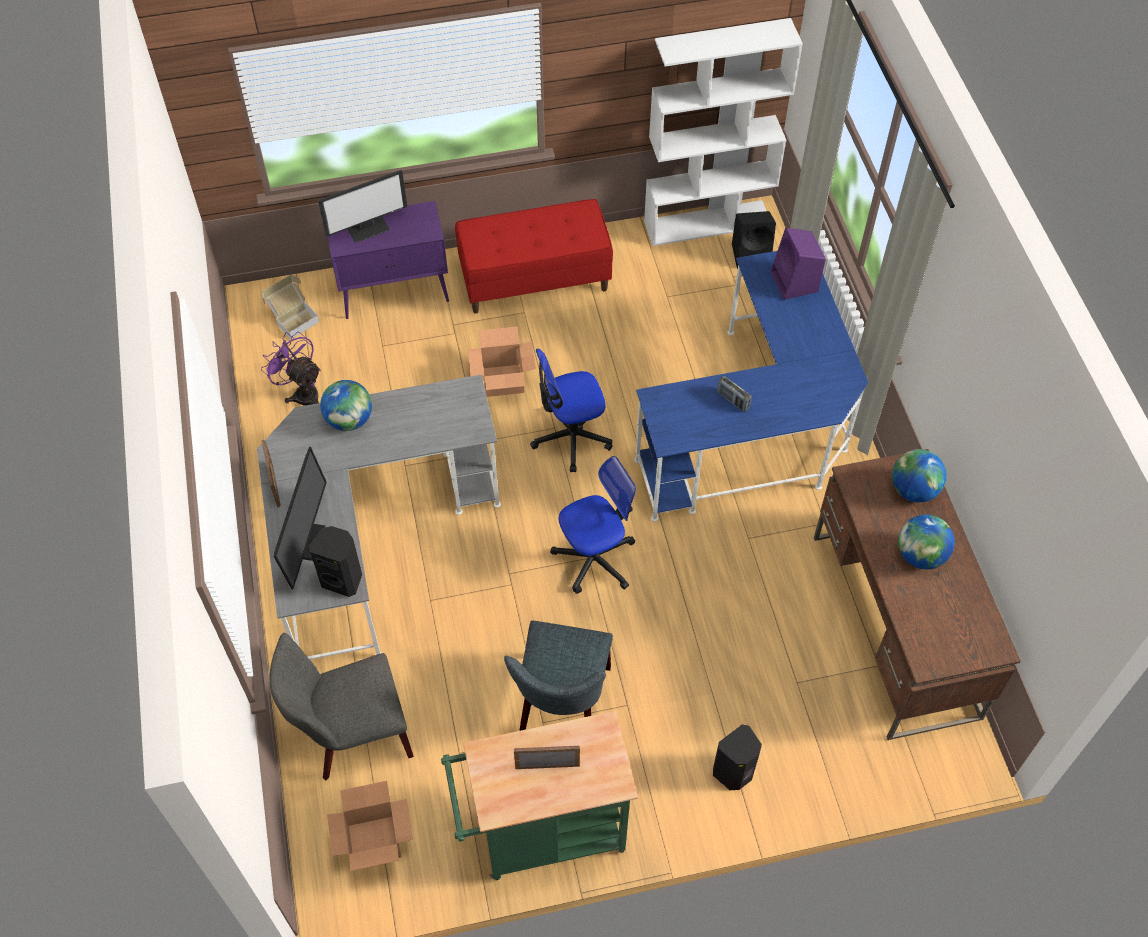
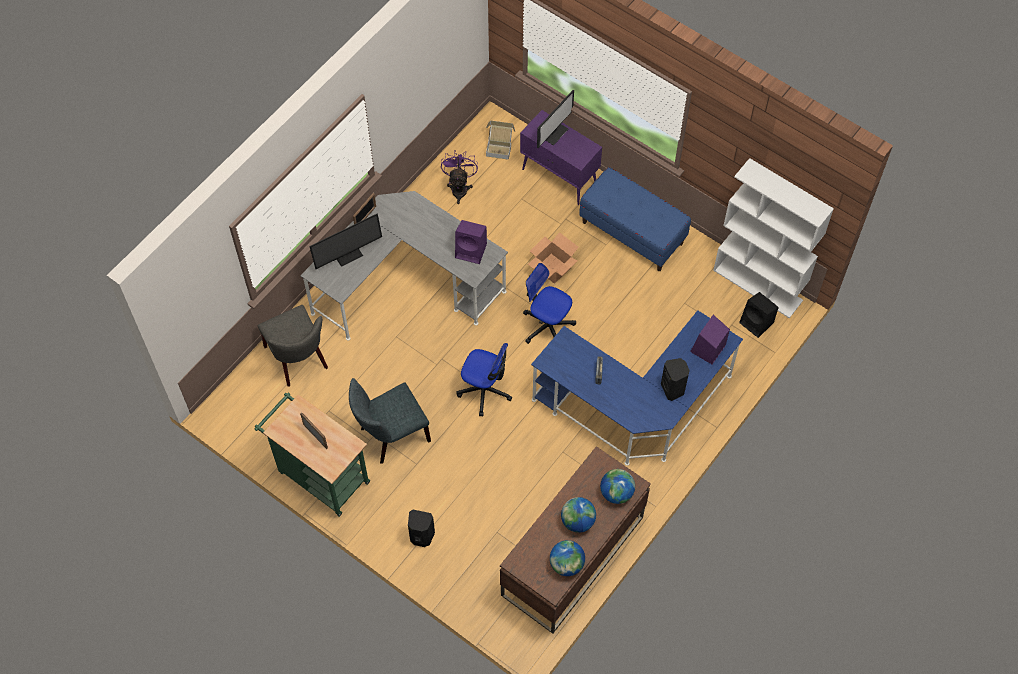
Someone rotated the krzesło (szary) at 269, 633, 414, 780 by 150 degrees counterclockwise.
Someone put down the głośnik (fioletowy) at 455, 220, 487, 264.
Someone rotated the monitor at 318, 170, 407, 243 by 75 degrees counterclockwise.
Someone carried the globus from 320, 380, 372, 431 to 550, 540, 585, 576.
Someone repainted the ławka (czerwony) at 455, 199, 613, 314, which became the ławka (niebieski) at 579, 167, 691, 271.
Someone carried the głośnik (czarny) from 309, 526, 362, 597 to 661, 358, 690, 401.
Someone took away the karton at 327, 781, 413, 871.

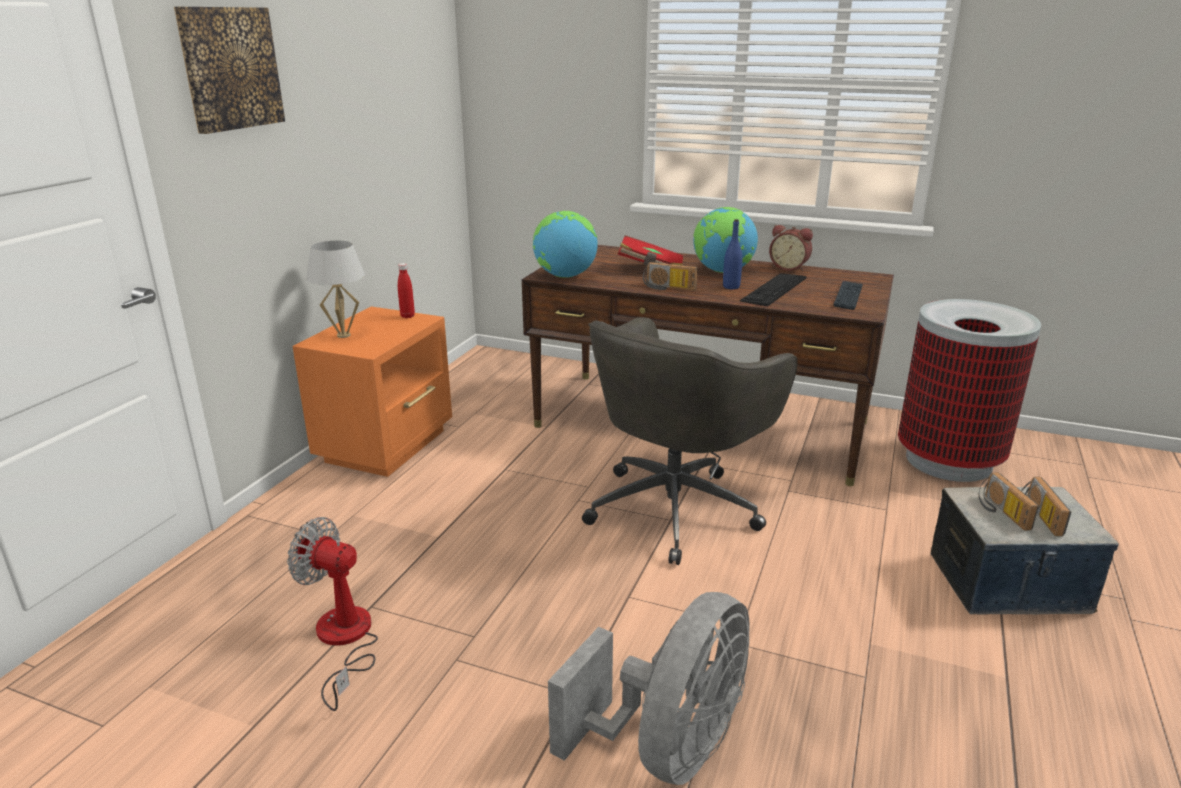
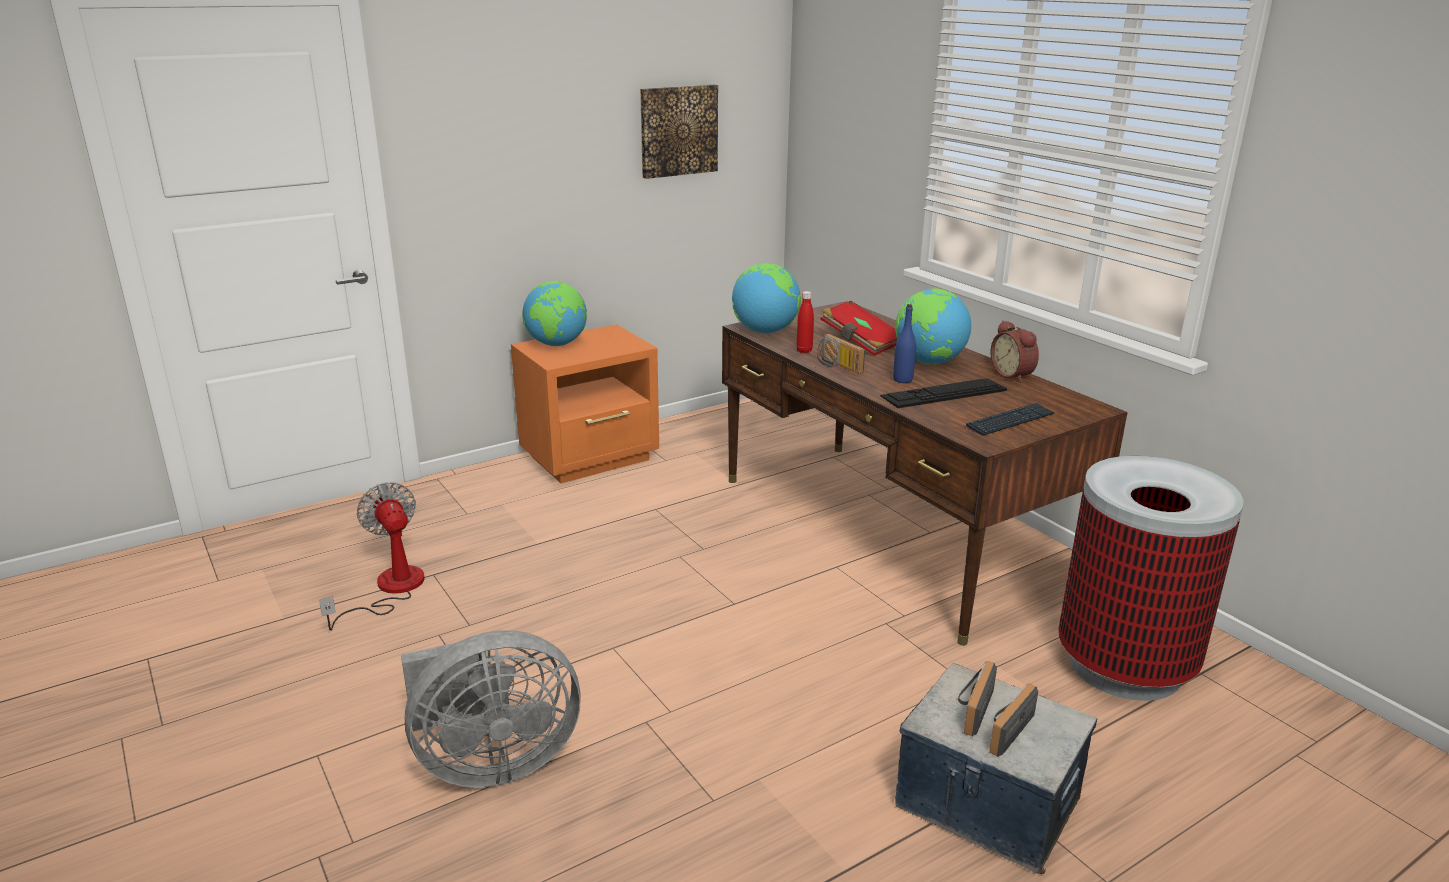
Someone swapped the lampa stołowa (biały) at 306, 241, 365, 338 for the globus at 522, 281, 587, 346.
Someone carried the obraz from 174, 7, 285, 134 to 640, 85, 718, 179.
Someone carried the butelka (czerwony) from 398, 263, 415, 318 to 796, 291, 814, 353.
Someone took away the krzesło biurowe (szary) at 582, 317, 798, 565.

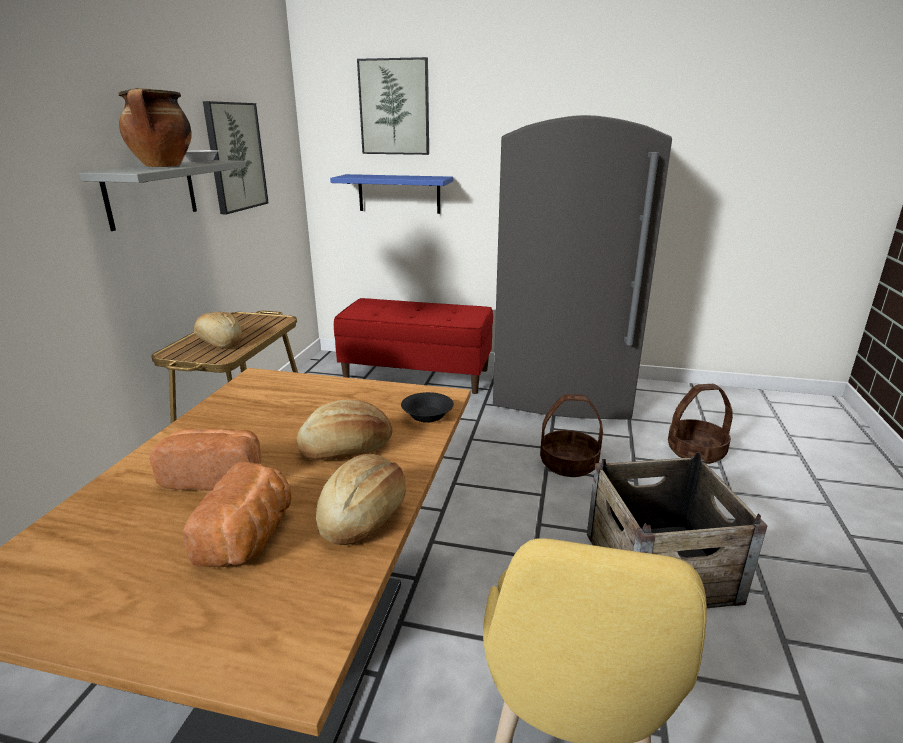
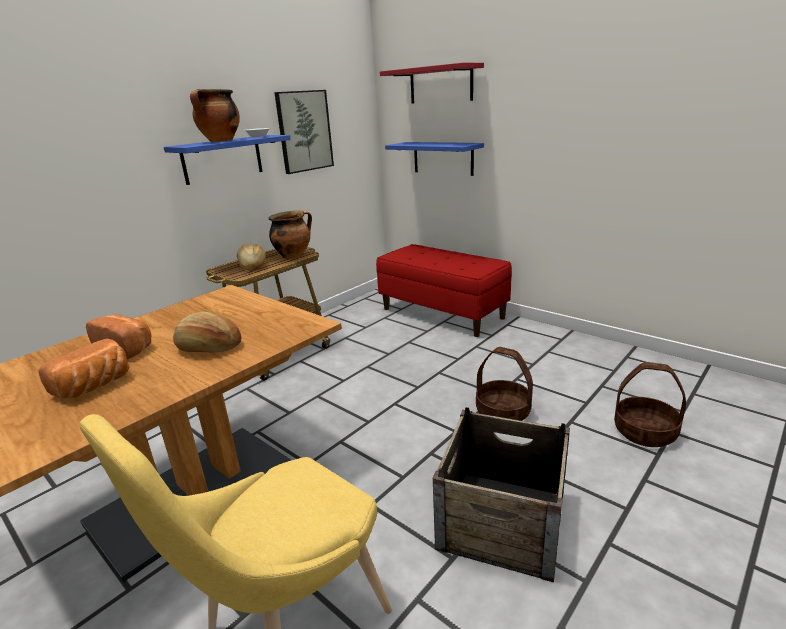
Someone repainted the półka (szary) at 79, 160, 246, 231, which became the półka (niebieski) at 164, 135, 291, 185.
Someone put down the garnek at 269, 210, 312, 259.
Someone swapped the obraz at 357, 57, 429, 155 for the półka (czerwony) at 380, 63, 484, 104.
Someone took away the chleb at 316, 454, 406, 545.
Someone took away the miska (czarny) at 401, 392, 454, 423.
Someone took away the lodówka (szary) at 493, 115, 672, 420.

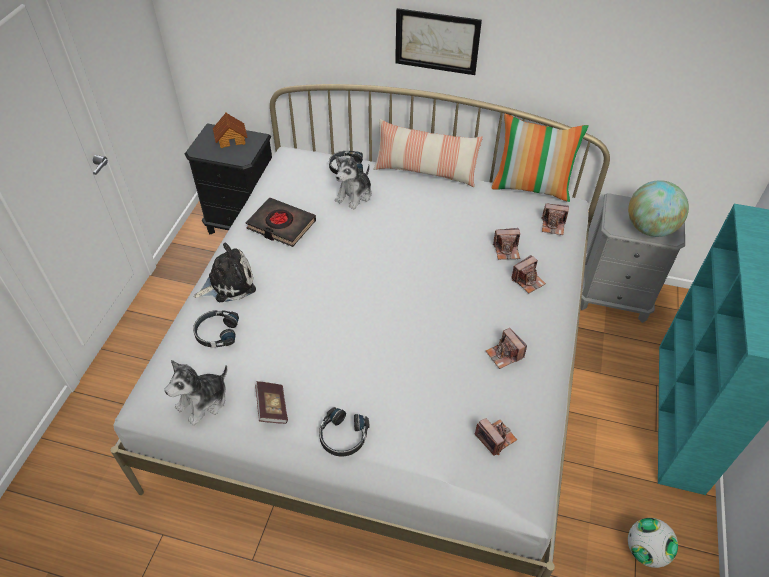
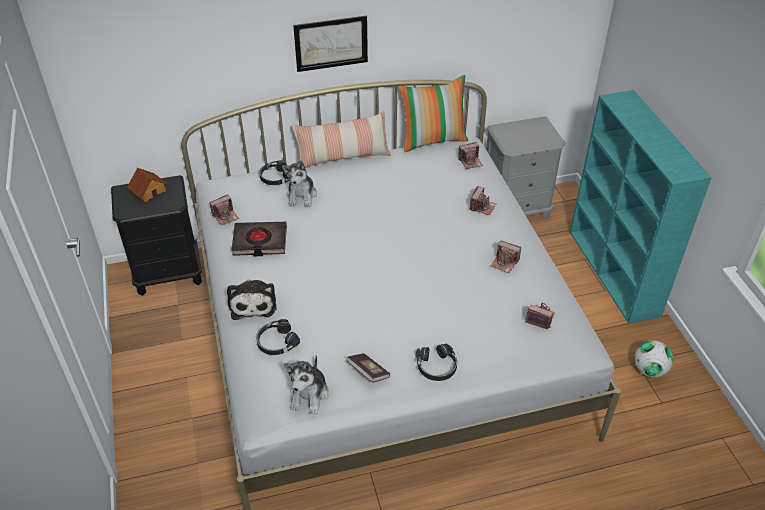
Someone carried the aparat fotograficzny from 493, 228, 520, 260 to 209, 194, 239, 226.
Someone rotated the pluszak at 194, 243, 256, 302 by 135 degrees clockwise.
Someone took away the globus at 628, 180, 689, 237.

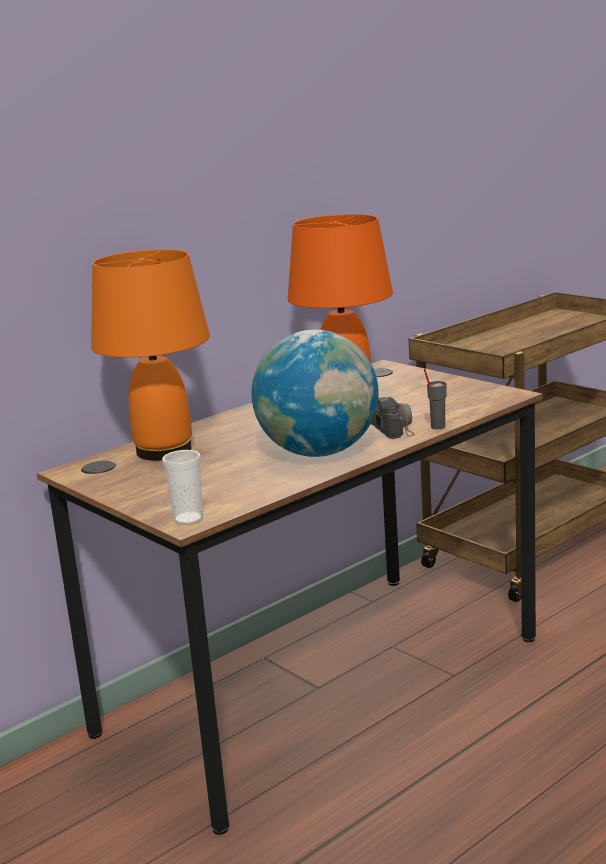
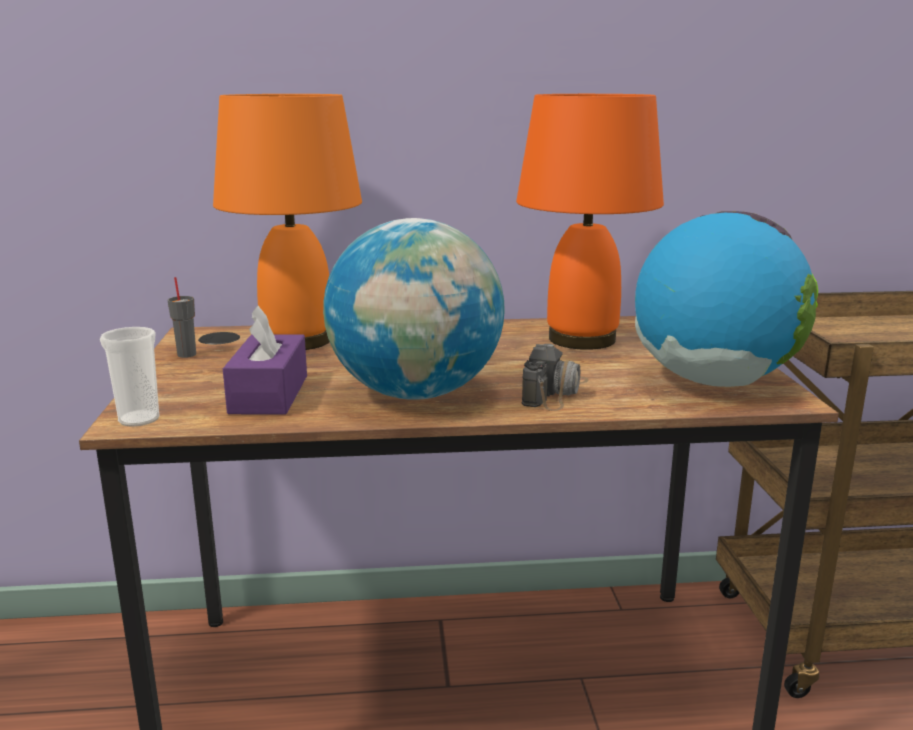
Someone carried the filiżanka (szary) from 424, 369, 447, 429 to 167, 277, 196, 358.
Someone put down the pudełko chusteczek (fioletowy) at 223, 306, 307, 415.
Someone put down the globus at 635, 211, 818, 387.

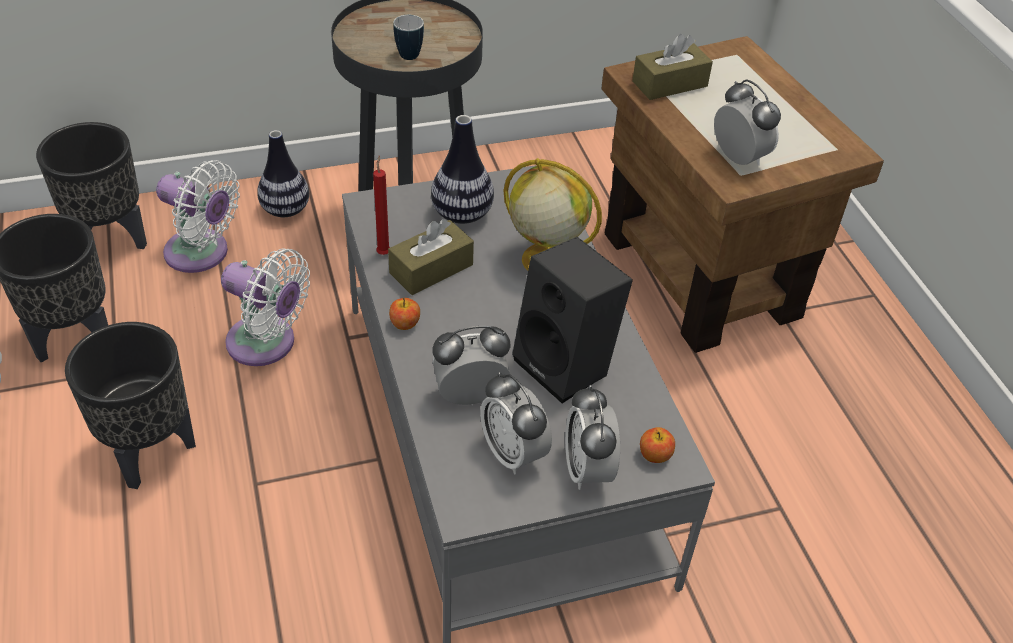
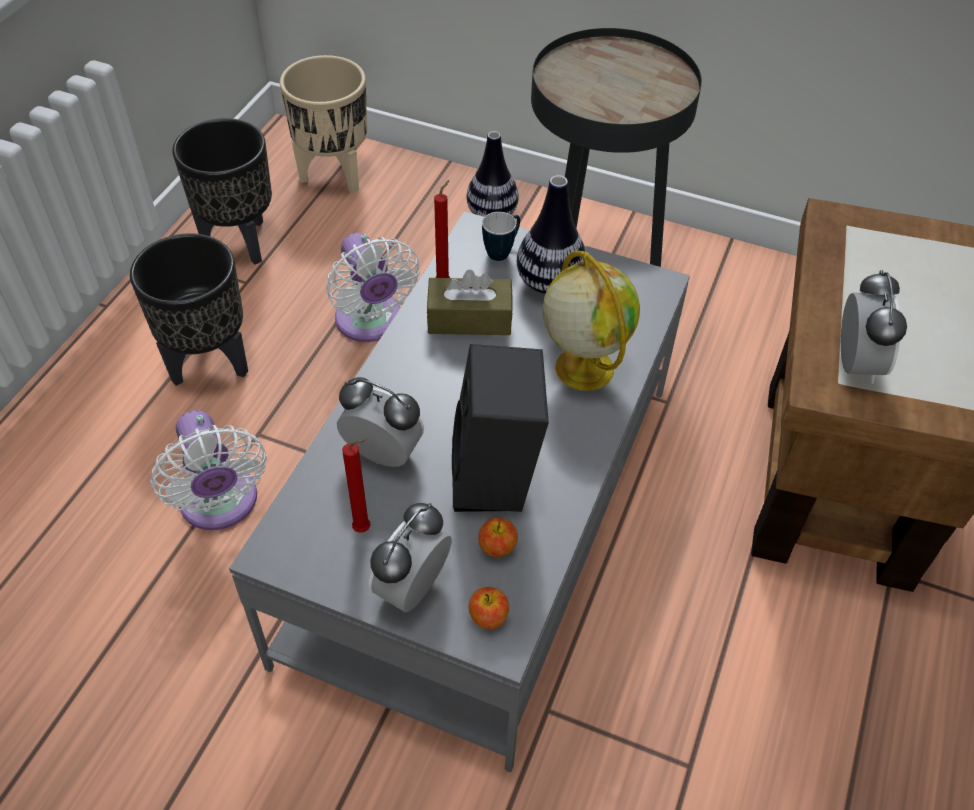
Someone carried the wentylator (biały) from 156, 160, 240, 273 to 150, 410, 267, 530.
Someone repainted the donica (czarny) at 36, 122, 147, 249, which became the donica (beżowy) at 280, 55, 367, 193.
Someone swapped the budzik at 480, 372, 552, 475 for the świeca (czerwony) at 342, 439, 371, 533.
Someone carried the jabłko from 389, 298, 420, 330 to 478, 518, 518, 557.
Someone carried the kubek from 393, 15, 424, 60 to 482, 212, 520, 261.
Someone took away the pudełko chusteczek (brązowy) at 632, 34, 713, 100.

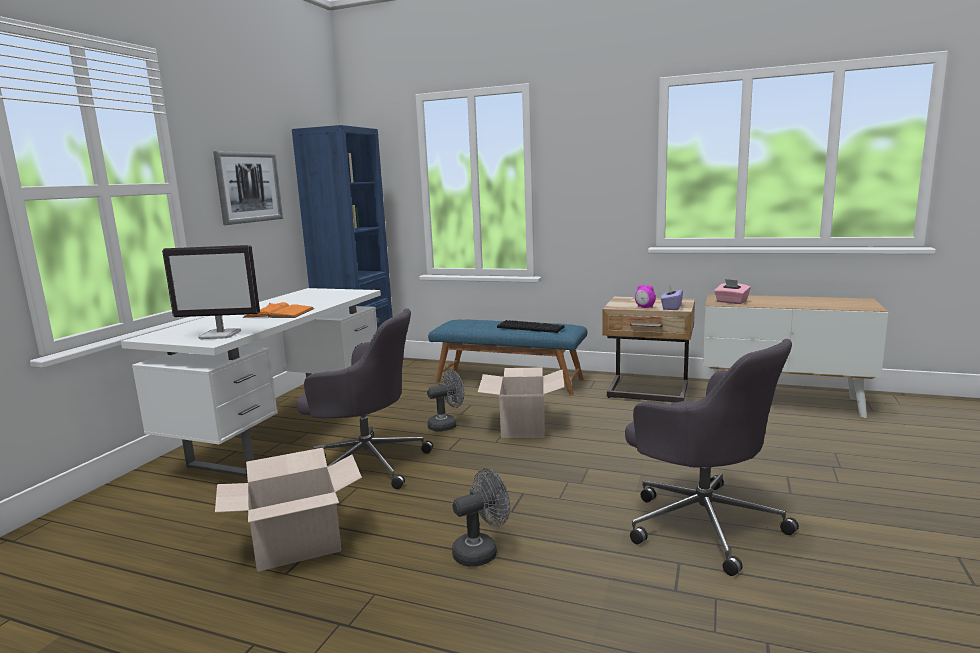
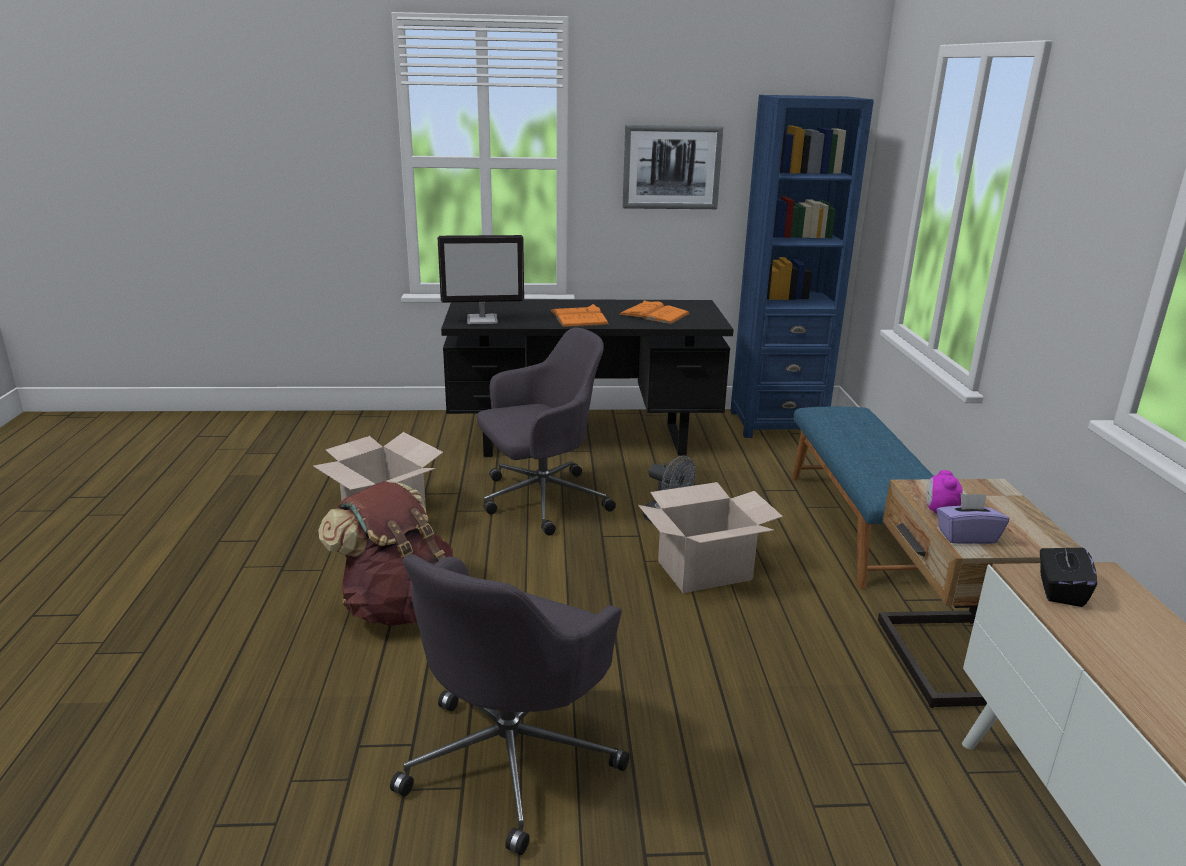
Someone swapped the wentylator (szary) at 452, 468, 510, 567 for the plecak (brązowy) at 318, 481, 453, 626.
Someone rotated the monitor at 162, 245, 260, 339 by 75 degrees counterclockwise.
Someone repainted the biurko (biały) at 121, 288, 381, 477, which became the biurko (czarny) at 441, 299, 734, 457.
Someone rotated the krzesło biurowe (szary) at 297, 308, 433, 489 by 105 degrees counterclockwise.
Someone put down the książka (pomarańczowy) at 618, 300, 690, 324.
Someone repainted the pudełko chusteczek (różowy) at 714, 279, 751, 304, which became the pudełko chusteczek (czarny) at 1040, 542, 1097, 607.
Someone took away the klawiatura at 497, 320, 564, 333.

